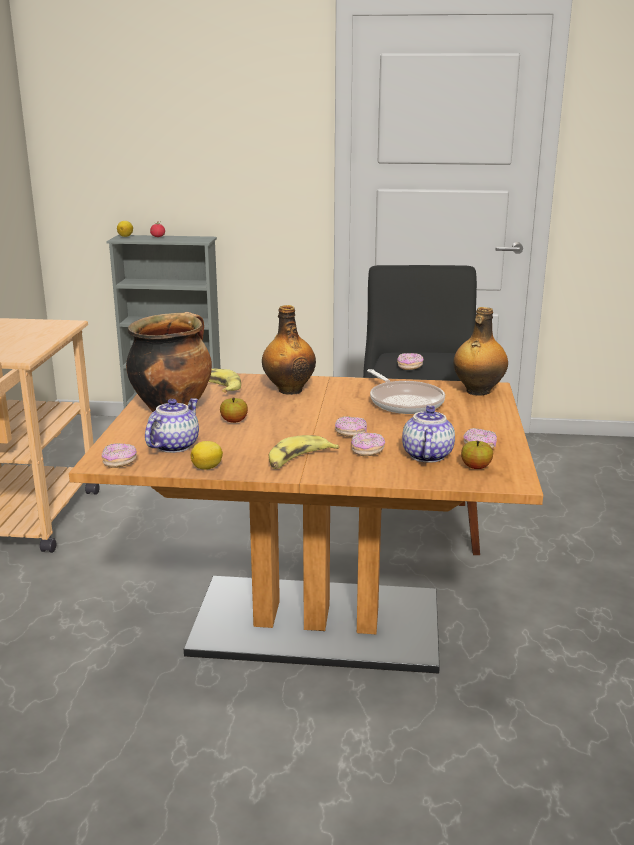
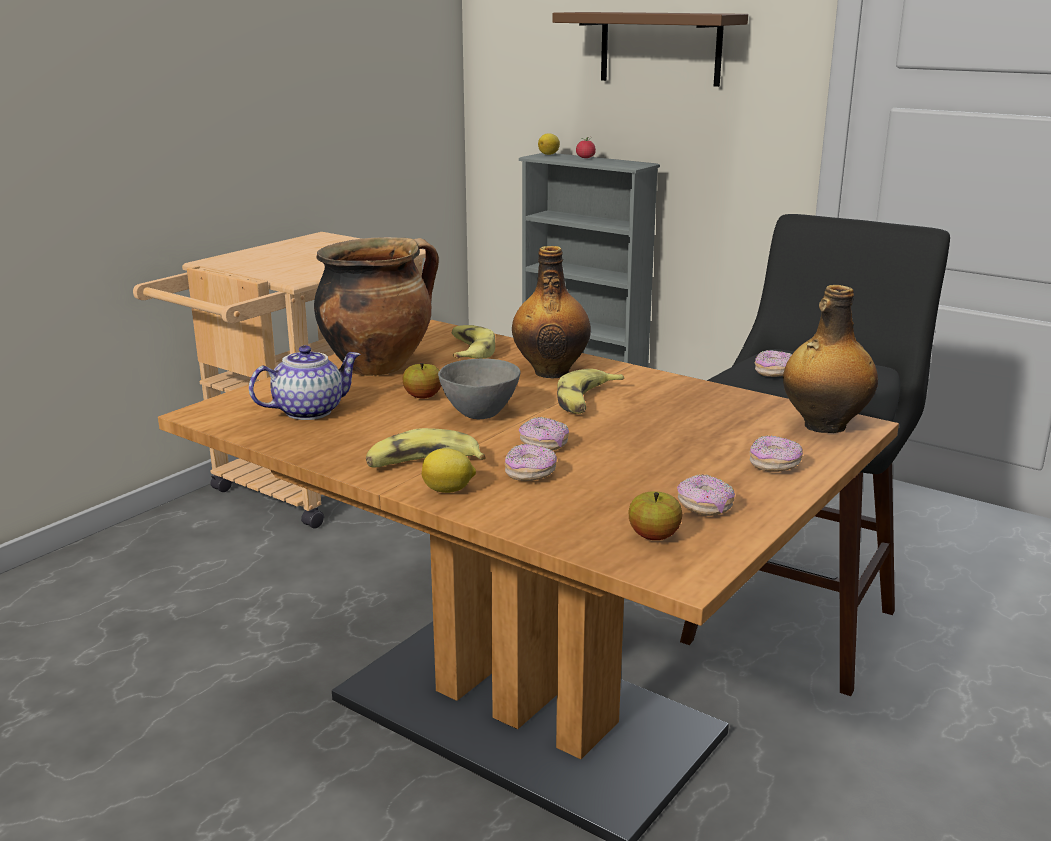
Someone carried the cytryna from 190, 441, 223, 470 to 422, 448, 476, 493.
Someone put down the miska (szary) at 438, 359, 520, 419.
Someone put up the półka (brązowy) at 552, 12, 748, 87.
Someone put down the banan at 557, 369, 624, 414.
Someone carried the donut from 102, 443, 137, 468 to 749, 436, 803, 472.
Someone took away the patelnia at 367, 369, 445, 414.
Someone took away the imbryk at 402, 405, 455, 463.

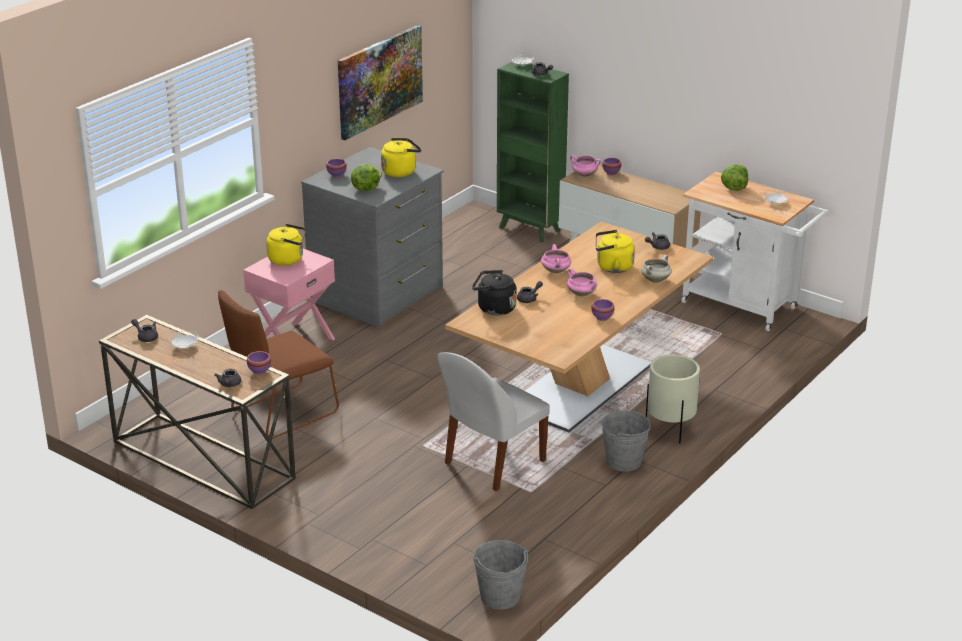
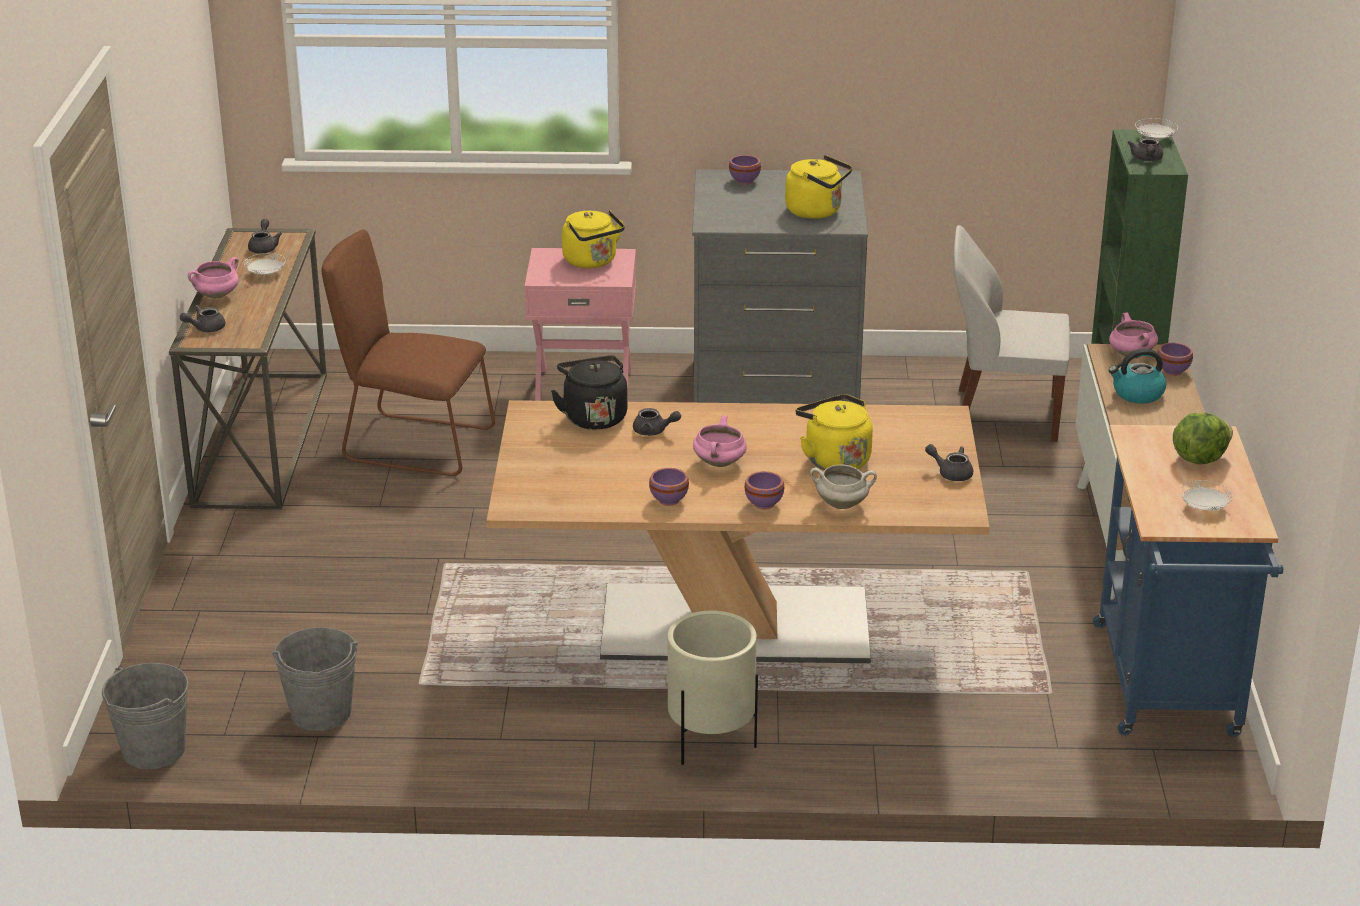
Someone carried the garnek (różowy) from 541, 244, 571, 273 to 188, 257, 239, 299.
Someone carried the wiadro (szary) from 602, 409, 650, 472 to 272, 627, 358, 731.
Someone carried the miska (fioletowy) from 247, 351, 271, 375 to 744, 471, 784, 510.
Someone carried the krzesło (biały) from 437, 352, 549, 491 to 953, 225, 1070, 442.
Someone repainted the wózek (biały) at 681, 172, 828, 331, which became the wózek (niebieski) at 1093, 425, 1283, 737.
Someone put down the czajnik at 1109, 349, 1166, 404.
Someone took away the obraz at 338, 25, 423, 140.
Someone took away the sałata at 351, 164, 382, 191.

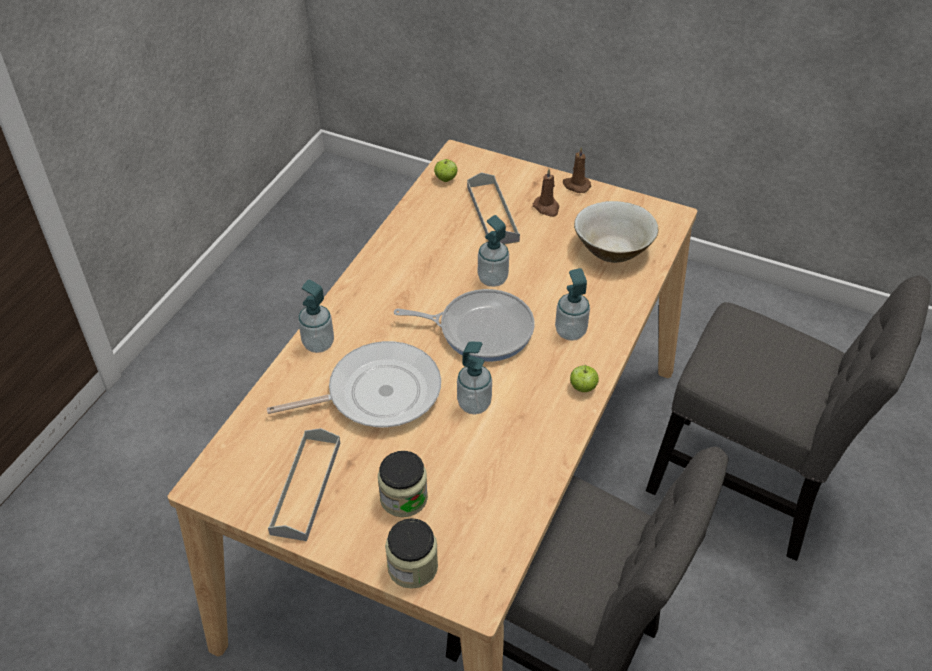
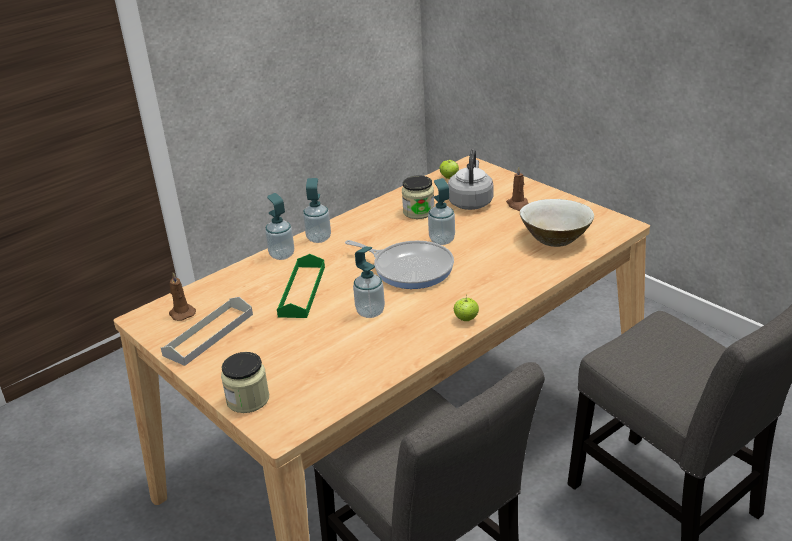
Someone carried the świeca (brązowy) from 563, 147, 591, 193 to 169, 272, 196, 321.
Someone swapped the patelnia at 267, 341, 441, 427 for the taca (zielony) at 277, 254, 325, 318.
Someone carried the dozownik mydła from 555, 268, 590, 341 to 303, 178, 331, 243.
Someone carried the słoik from 378, 451, 428, 517 to 402, 175, 434, 219.
Someone swapped the taca (szary) at 467, 172, 520, 244 for the czajnik (szary) at 448, 149, 493, 210.

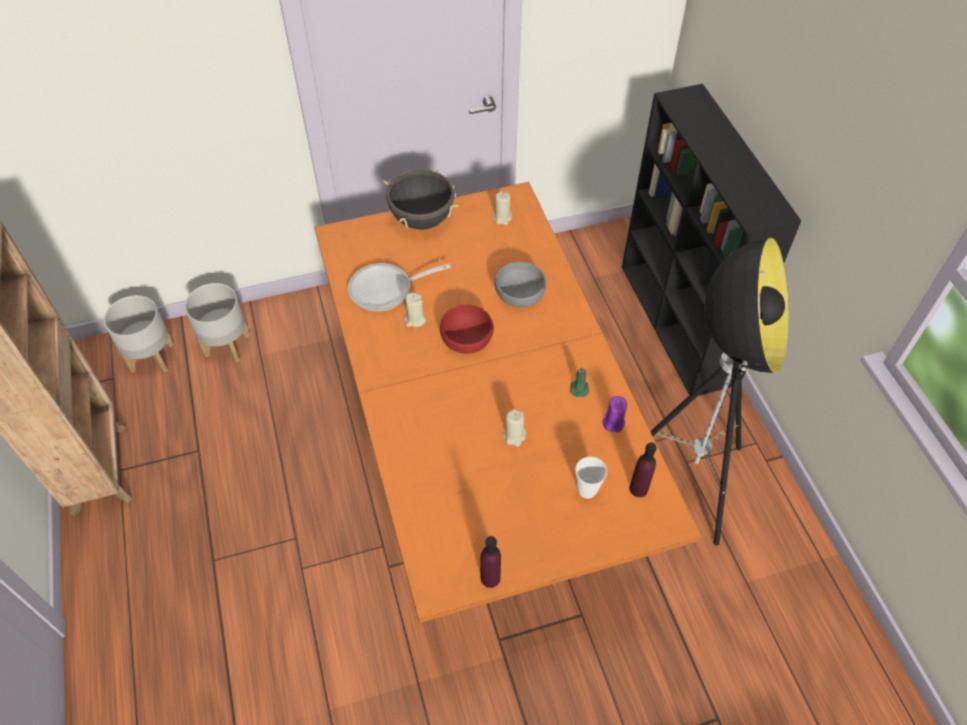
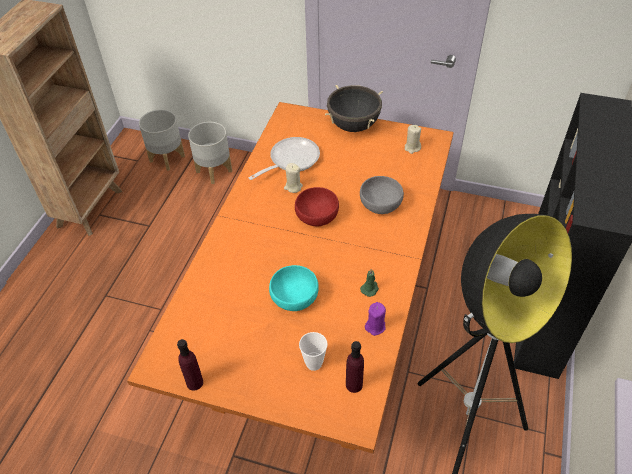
Someone rotated the patelnia at 348, 263, 451, 312 by 120 degrees clockwise.
Someone swapped the świeca (beżowy) at 503, 409, 526, 446 for the miska (turkusowy) at 269, 265, 319, 311.

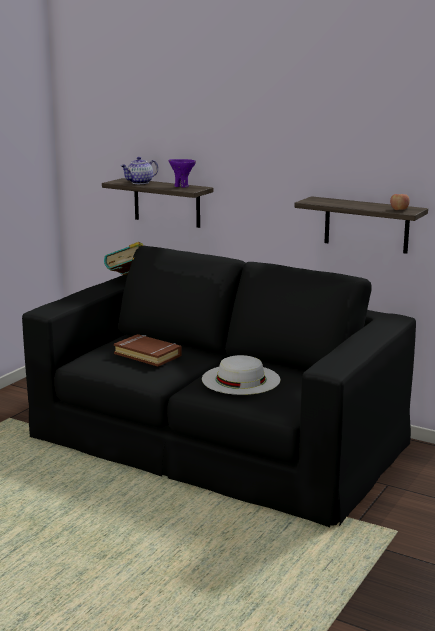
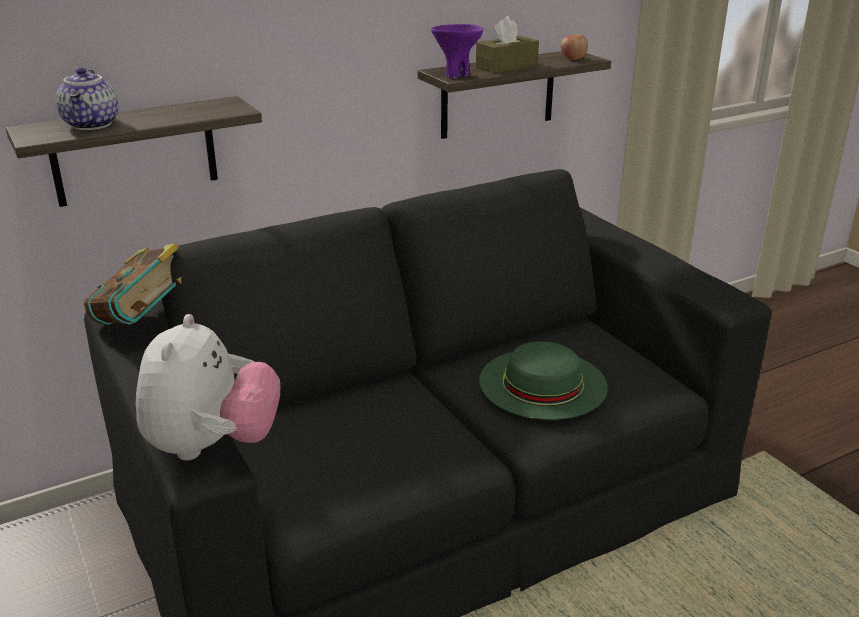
Someone put down the pluszak at 136, 314, 280, 460.
Someone carried the miska (fioletowy) from 168, 159, 196, 188 to 431, 24, 483, 79.
Someone put down the pudełko chusteczek (brązowy) at 476, 16, 539, 73.
Someone repainted the kapelusz (biały) at 202, 355, 280, 395, which became the kapelusz (zielony) at 479, 341, 608, 420.
Someone took away the książka (brązowy) at 114, 334, 182, 366.

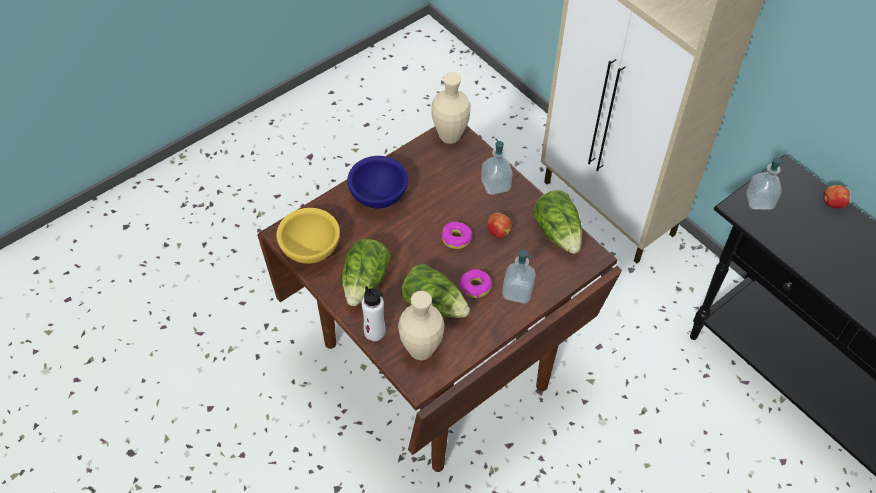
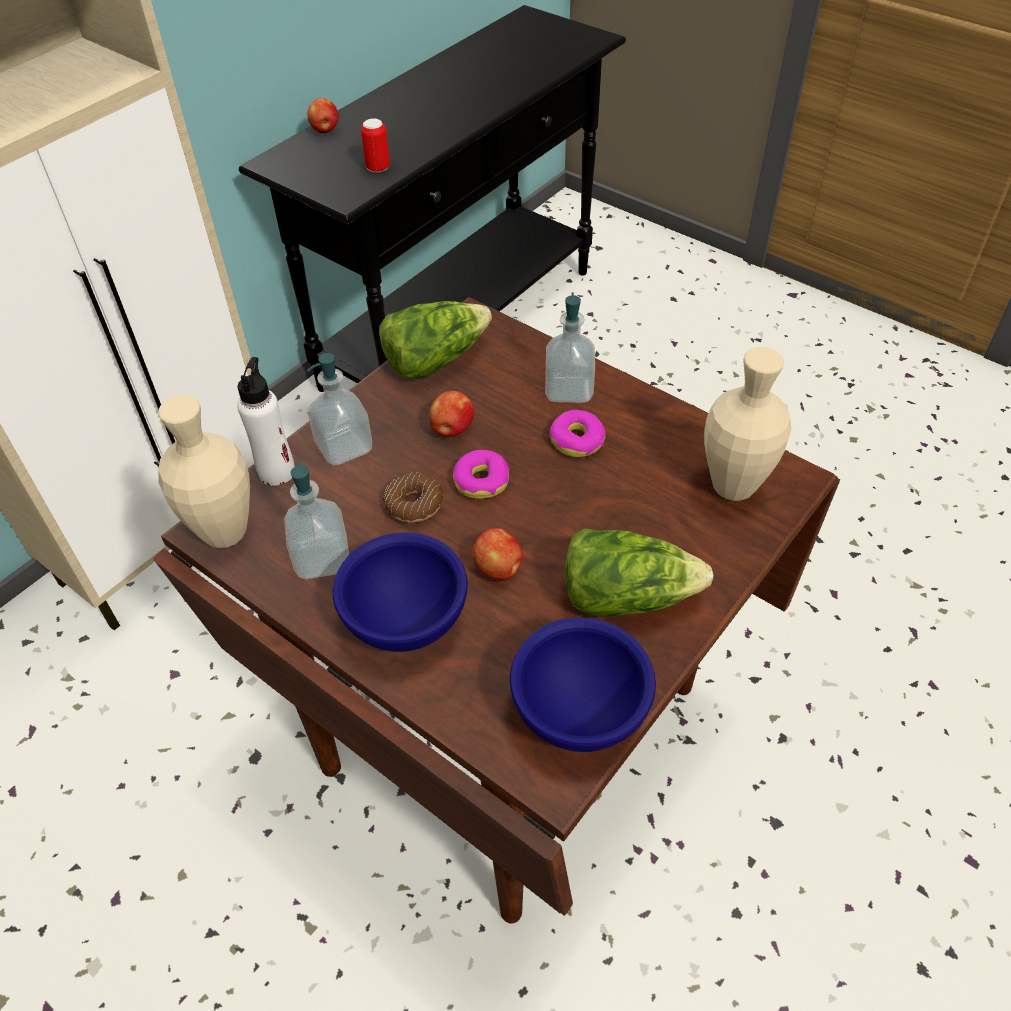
Someone carried the butelka (biały) from 362, 286, 385, 341 to 237, 357, 295, 486.
Someone carried the dozownik mydła from 746, 157, 787, 210 to 284, 459, 349, 579.
Someone put down the puszka at 361, 119, 390, 173.
Someone put down the donut at 383, 472, 443, 523.
Someone put down the jabłko at 472, 528, 523, 581.
Someone repainted the miska (żółty) at 276, 208, 340, 264, which became the miska (niebieski) at 510, 618, 656, 752.
Someone took away the sałata at 401, 264, 470, 318.

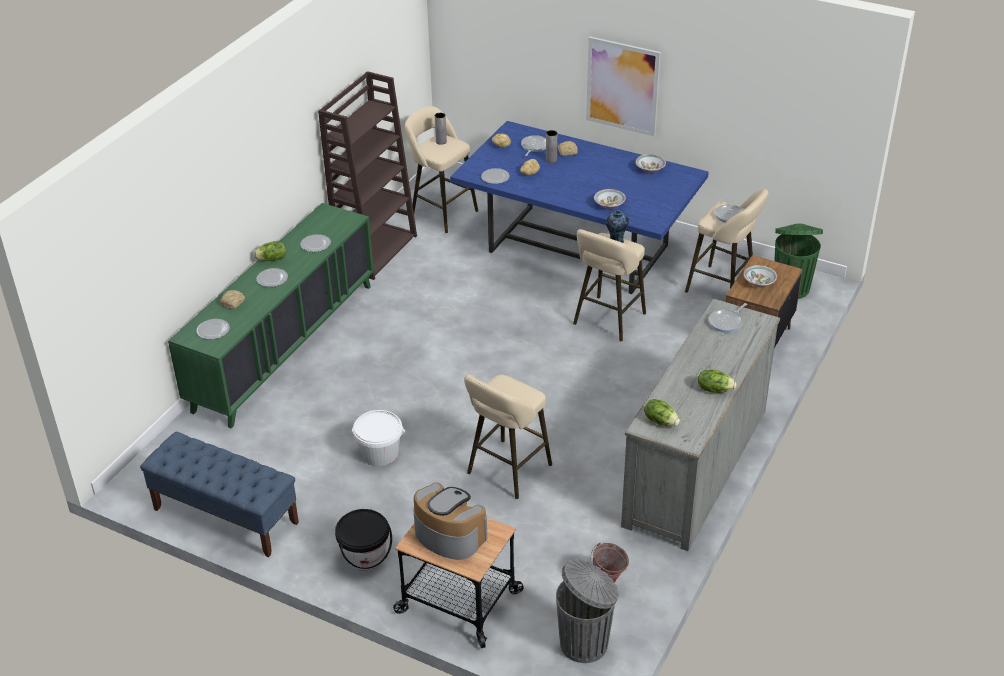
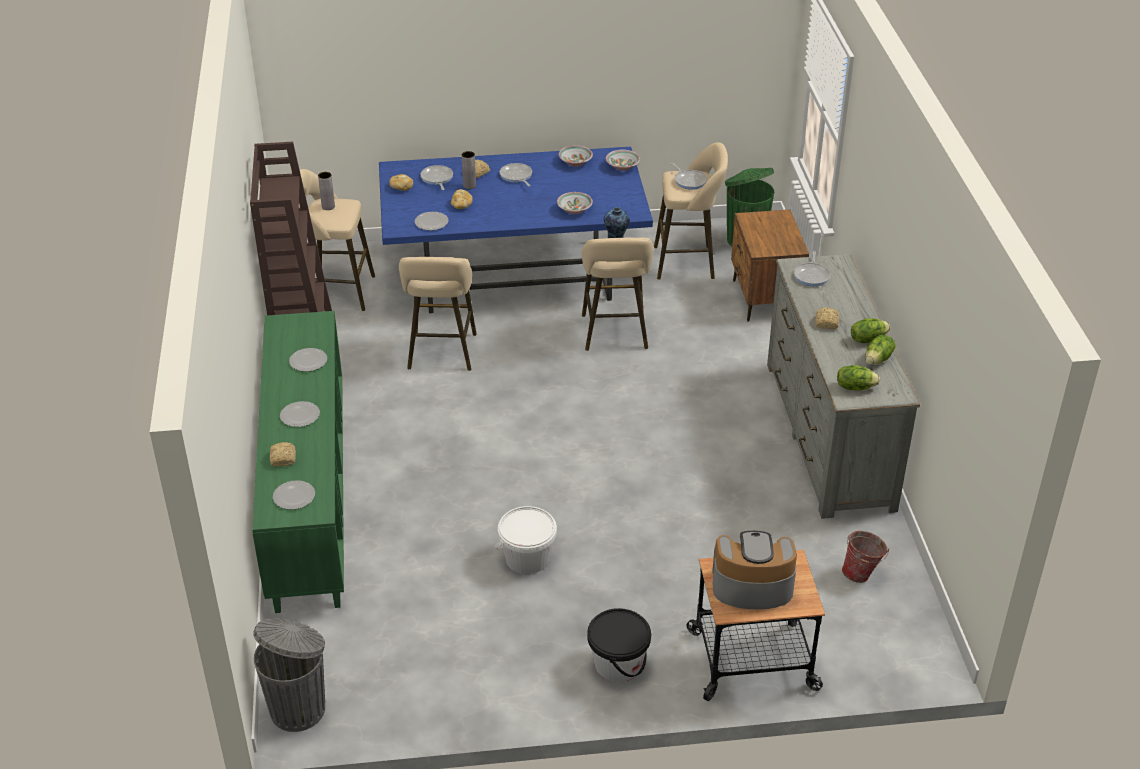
Someone carried the kosz na śmieci (szary) from 556, 559, 619, 663 to 253, 618, 325, 732.
Someone carried the stołek (beżowy) from 464, 374, 552, 499 to 399, 257, 477, 371.
Someone put down the patelnia at 500, 163, 532, 187.
Someone carried the miska from 744, 265, 777, 287 to 606, 150, 640, 171.
Someone put down the chleb at 815, 307, 840, 329.
Someone carried the sałata from 253, 241, 286, 261 to 865, 335, 896, 365.
Someone took away the ławka (niebieski) at 140, 431, 299, 557.
Someone took away the obraz at 586, 37, 661, 136.

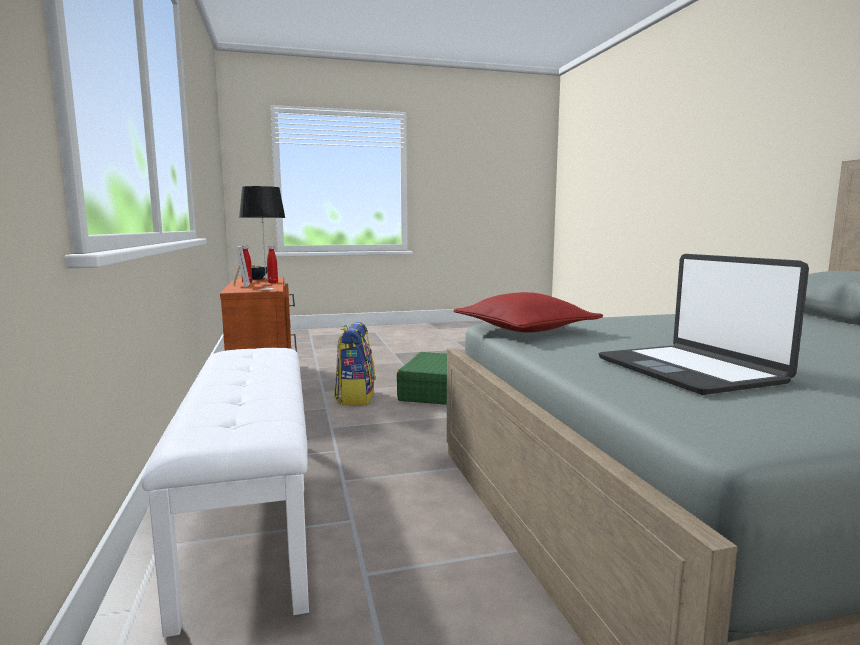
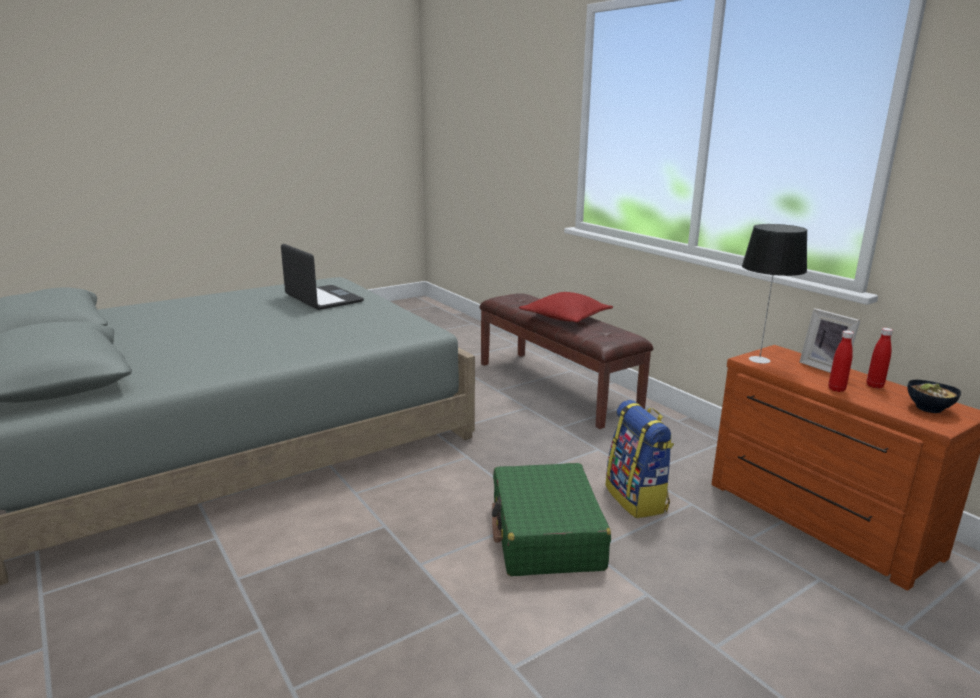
Someone repainted the ławka (biały) at 142, 348, 309, 637, which became the ławka (brązowy) at 480, 293, 653, 429.
Someone carried the poduszka (czerwony) from 453, 292, 603, 332 to 519, 292, 613, 323.

